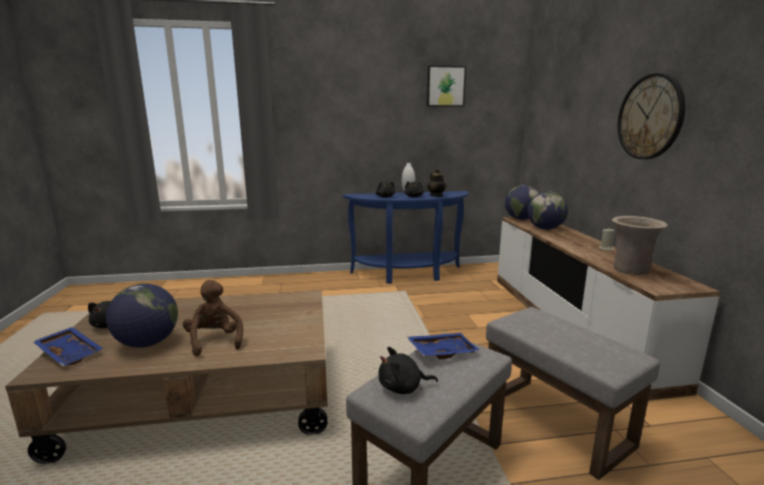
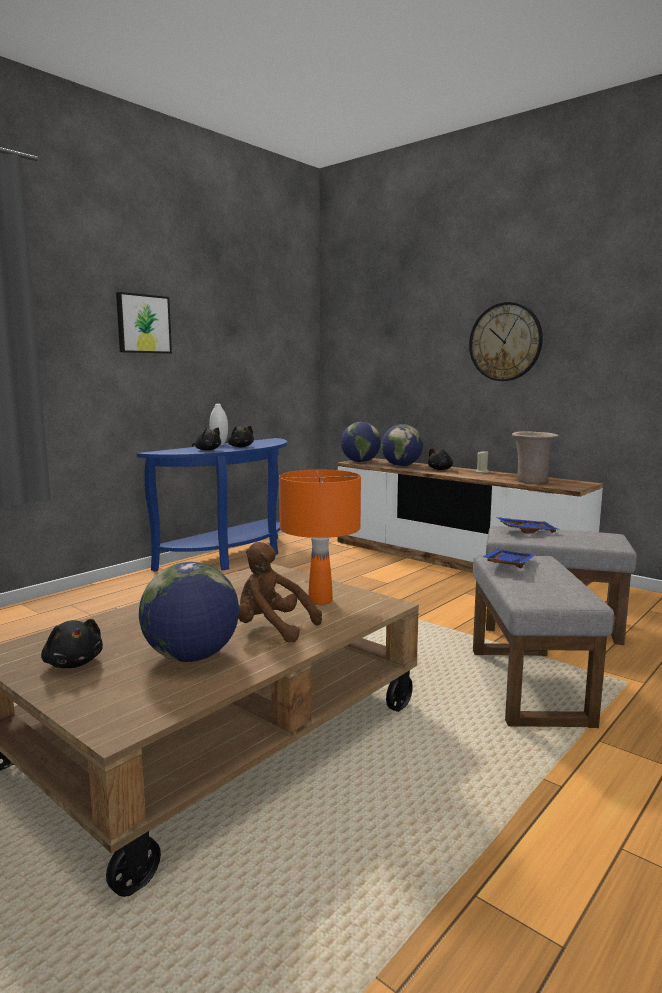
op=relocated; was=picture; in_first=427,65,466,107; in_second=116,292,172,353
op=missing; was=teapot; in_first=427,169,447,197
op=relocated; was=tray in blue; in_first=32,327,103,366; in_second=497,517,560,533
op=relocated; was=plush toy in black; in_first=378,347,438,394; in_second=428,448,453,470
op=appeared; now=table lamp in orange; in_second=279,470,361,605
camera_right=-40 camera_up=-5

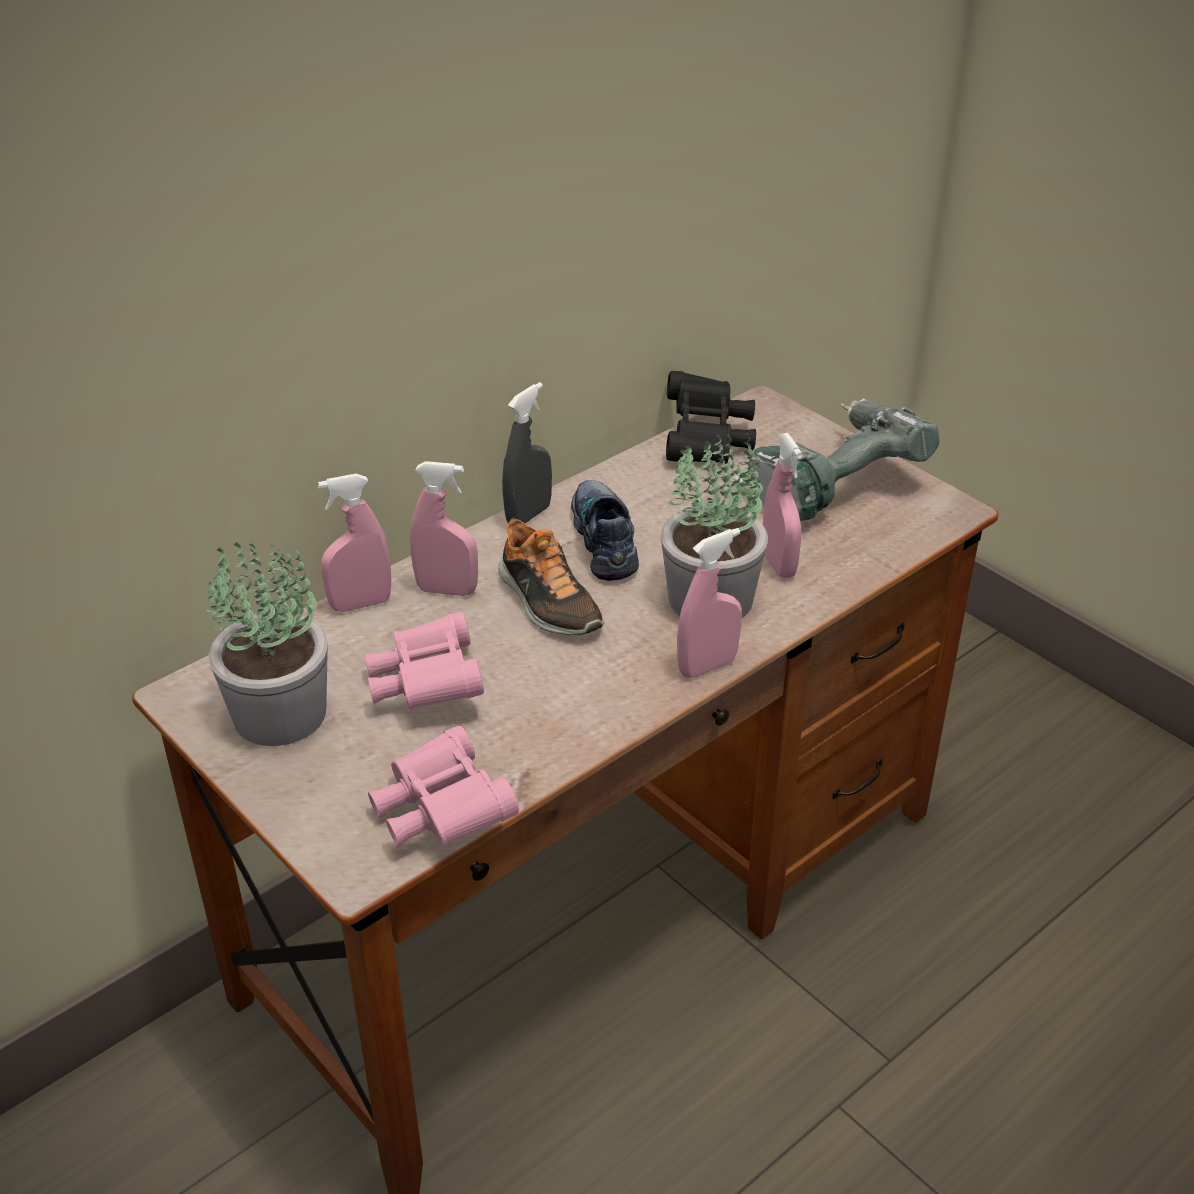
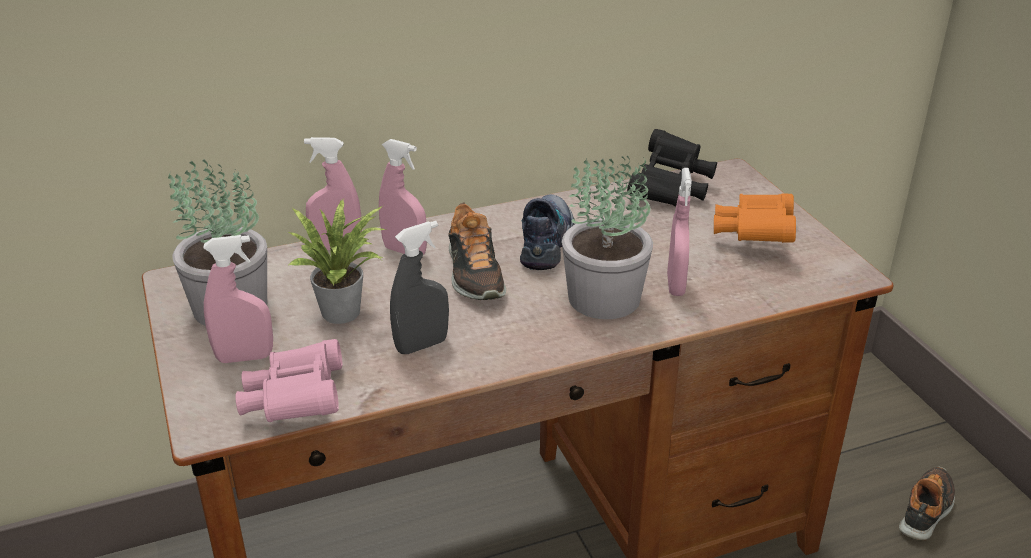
op=relocated; was=spray bottle in grey; in_first=502,382,552,523; in_second=390,221,449,354
op=exchanged; was=power drill; now=binoculars in orange; in_first=734,399,939,521; in_second=714,193,796,243
op=relocated; was=spray bottle in pink; in_first=677,528,742,678; in_second=204,235,273,363
op=exchanged; was=binoculars in pink; now=potted plant; in_first=365,612,484,709; in_second=288,199,386,324
op=appeared; now=shoe; in_second=899,466,955,540
camera_right=20 camera_up=-5

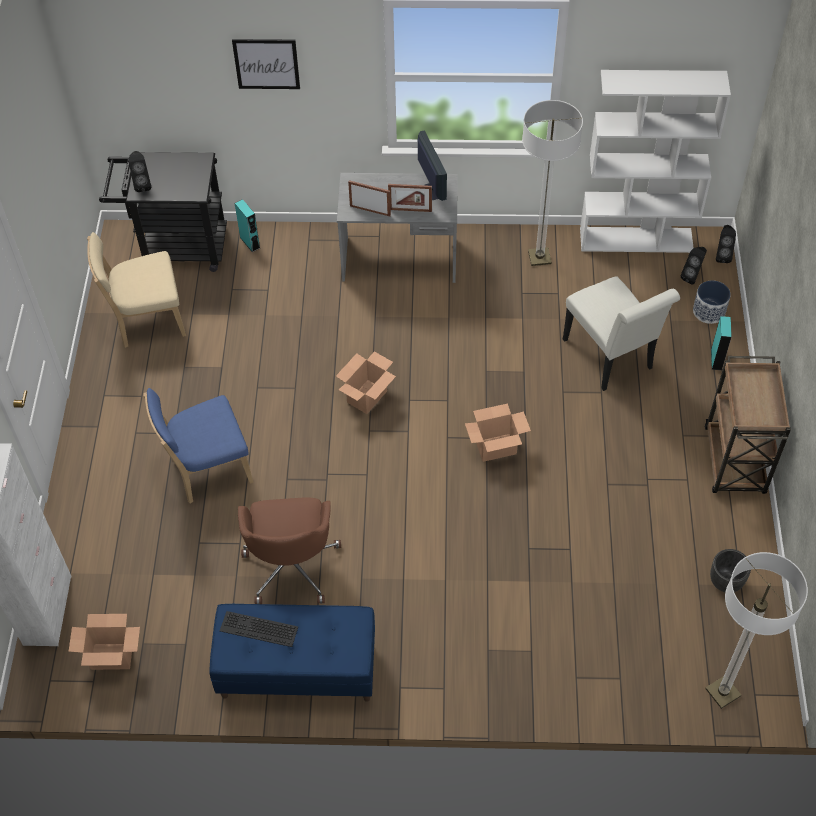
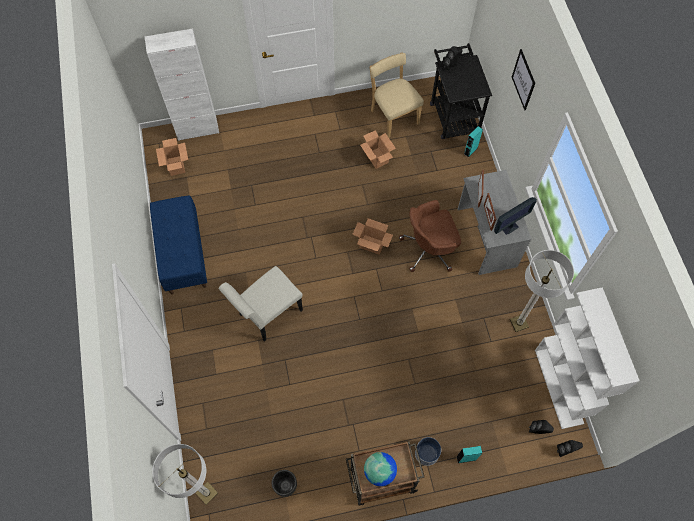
op=relocated; was=chair in white; in_first=563,277,680,391; in_second=219,266,303,342
op=relocated; was=planter; in_first=693,280,731,324; in_second=415,437,441,466
op=missing; was=chair in blue; in_first=143,388,253,504
op=relocated; was=cardboard box; in_first=465,403,531,462; in_second=360,130,396,169
op=relocated; was=office chair in brown; in_first=238,497,341,604; in_second=399,200,461,272
op=missing; was=keyboard; in_first=220,611,298,647
op=appeared; now=globe; in_second=364,452,397,486
camera_right=75 camera_up=10

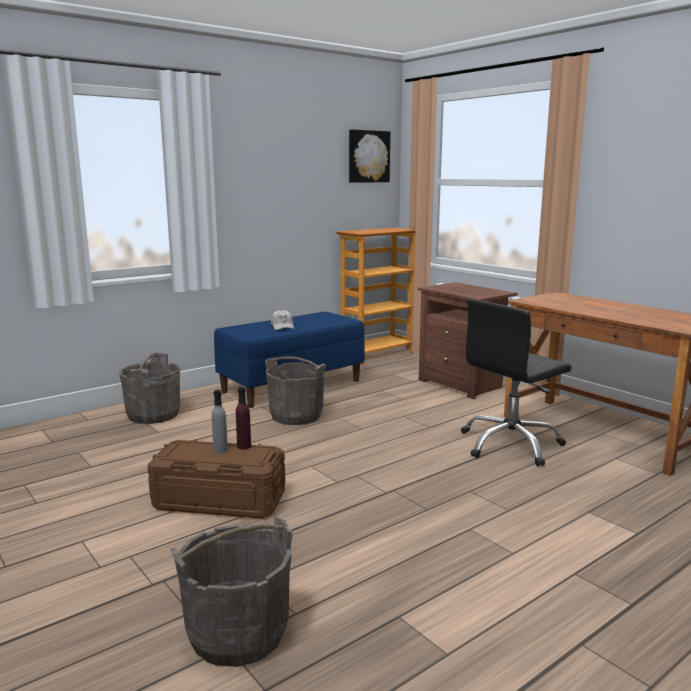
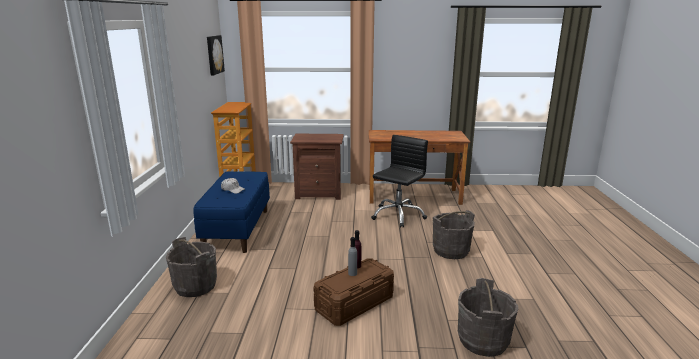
op=spun; was=office chair in black; in_first=461,299,571,466; in_second=371,135,428,228; clockwise=-150
op=relocated; was=bucket in grey; in_first=265,357,326,425; in_second=433,210,475,259
camera_right=-50 camera_up=5

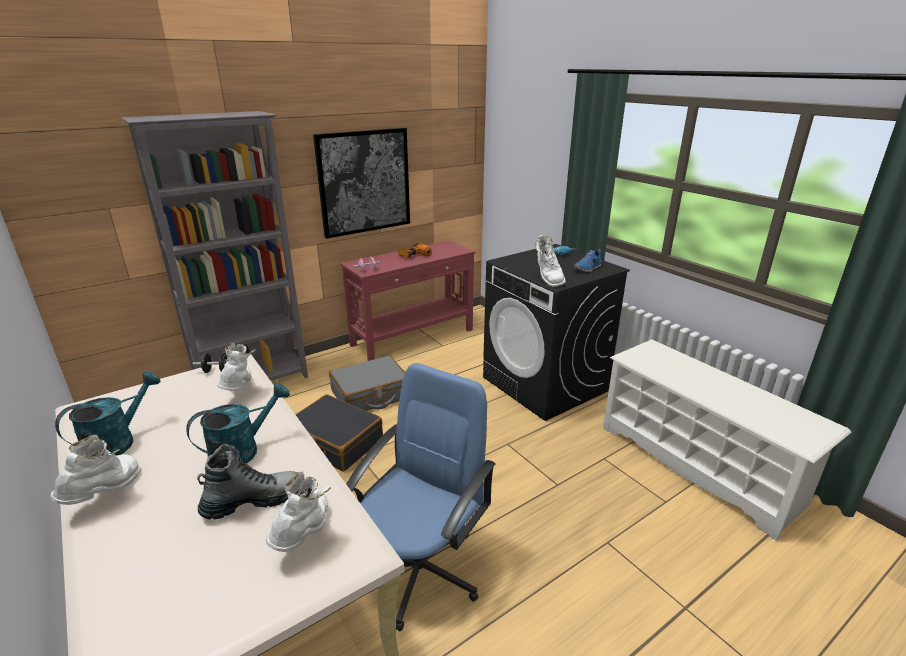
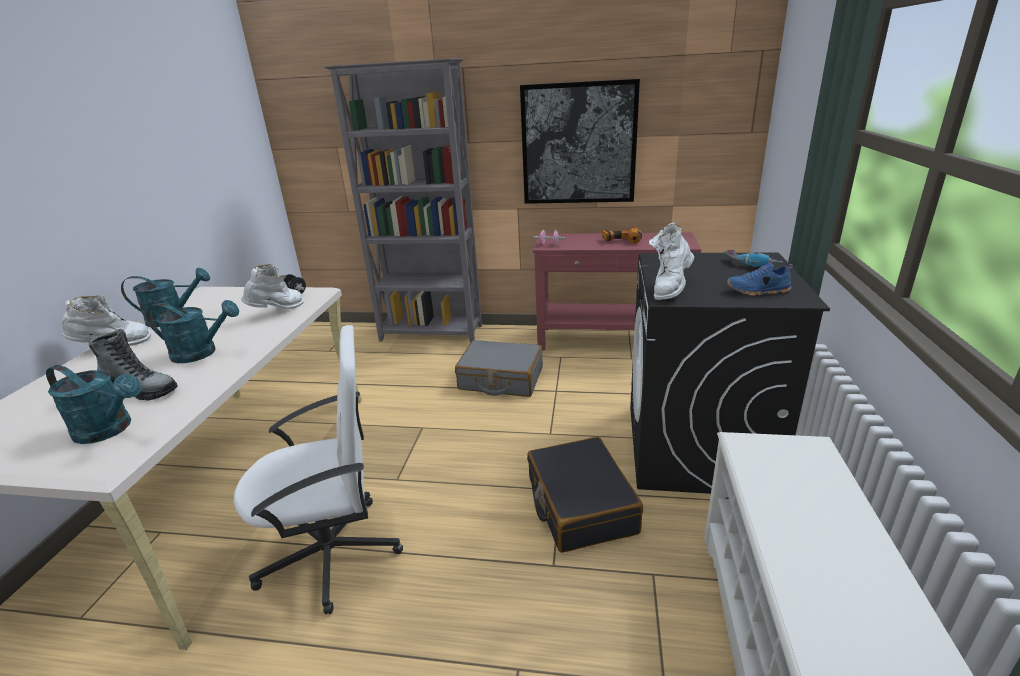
op=colour; was=office chair in blue; now=office chair in white; in_first=346,363,496,631; in_second=234,325,403,614
op=relocated; was=suitcase in black; in_first=296,394,383,471; in_second=527,437,643,553
op=exchanged; was=boot in white; now=watering can in turquoise; in_first=265,472,331,552; in_second=46,365,141,444
camera_right=45 camera_up=0

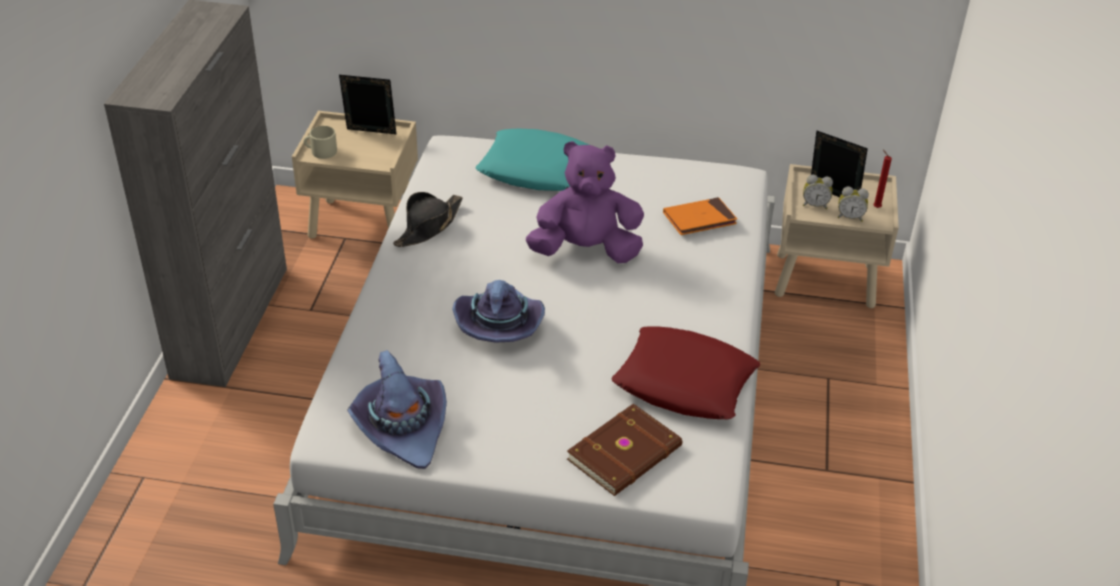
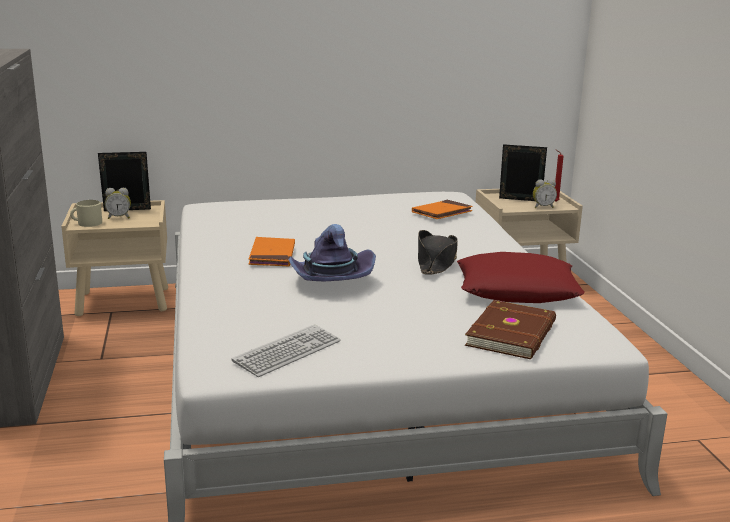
op=missing; was=pillow in turquoise; in_first=476,129,589,191
op=missing; was=plush toy in purple; in_first=526,141,644,263
op=relocated; was=alarm clock; in_first=803,175,833,210; in_second=105,188,131,219
op=relocated; was=hat in black; in_first=393,192,463,247; in_second=418,230,458,275
op=exchanged; was=hat in purple; now=keyboard; in_first=347,350,447,469; in_second=232,324,341,377
op=appeared; now=book in orange; in_second=248,237,295,267
camera_right=-20 camera_up=-20

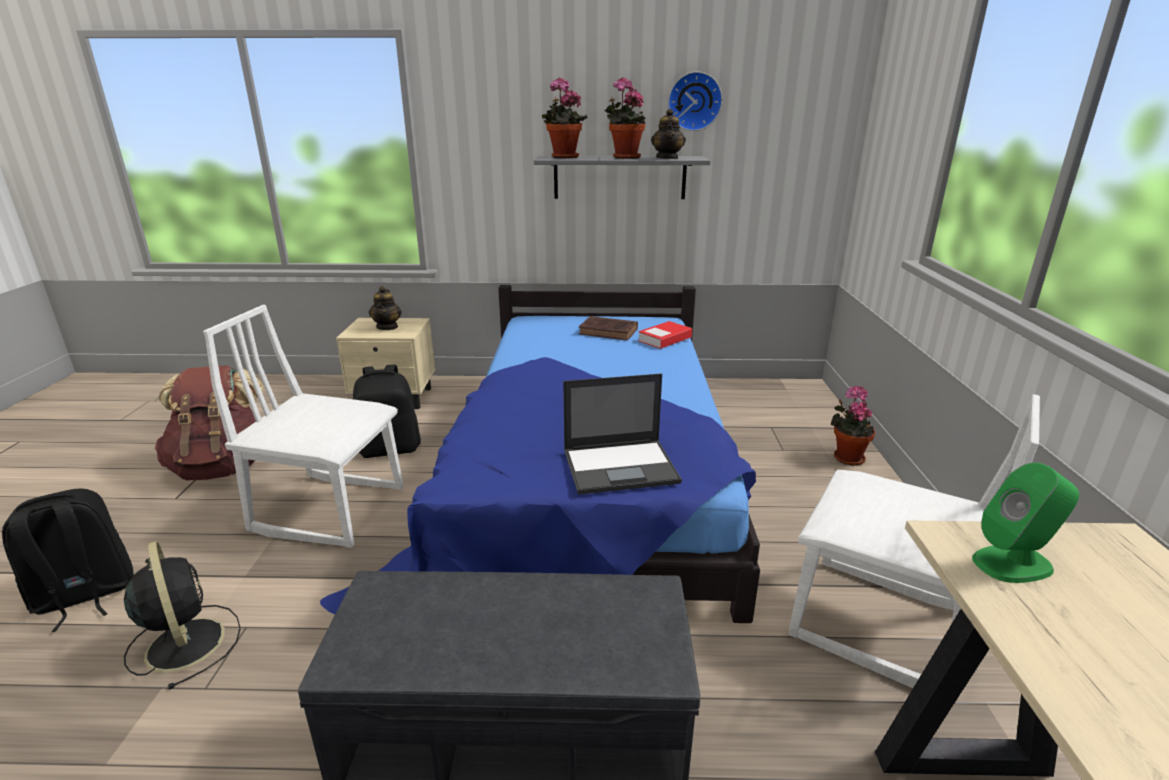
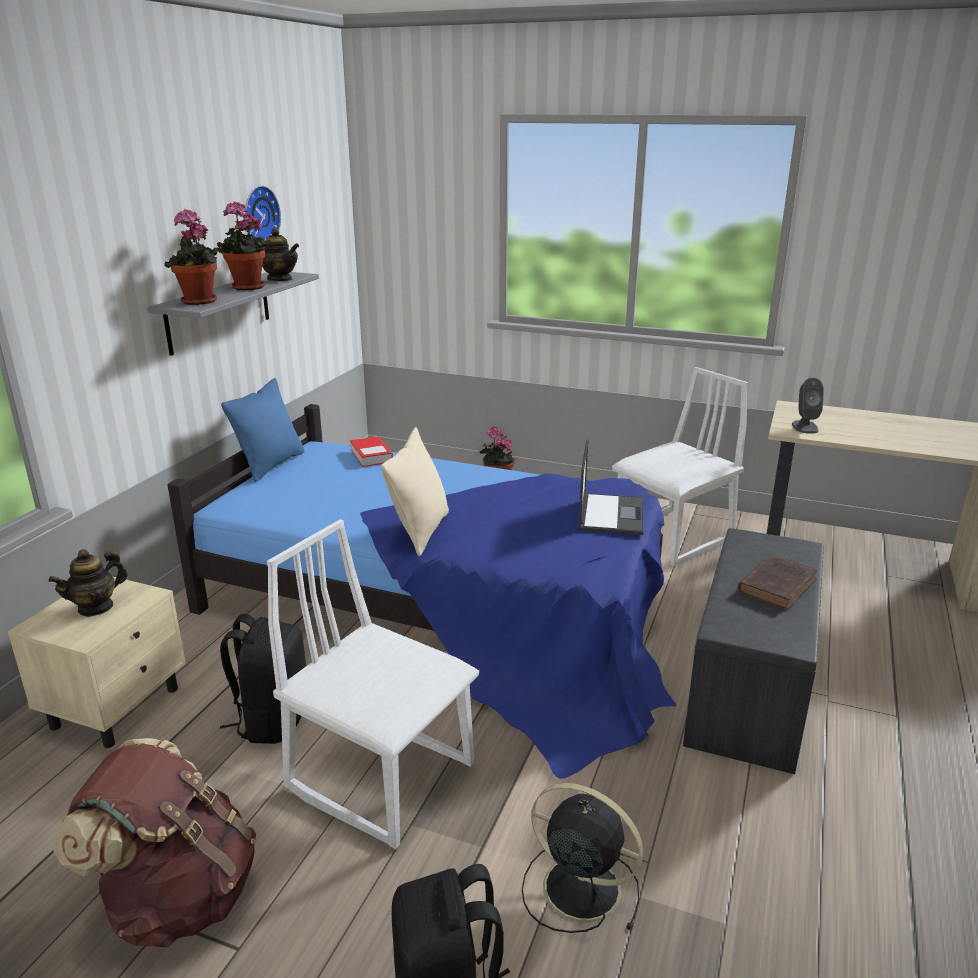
op=spun; was=teapot; in_first=369,286,402,330; in_second=49,549,128,617; clockwise=120
op=spun; was=chair in white; in_first=203,305,403,548; in_second=267,519,479,849; clockwise=90
op=relocated; was=book in brown; in_first=579,316,638,341; in_second=738,554,818,610
op=colour; was=speaker in green; now=speaker in grey; in_first=972,463,1079,583; in_second=792,378,824,434
op=spun; was=fan in black; in_first=124,541,241,690; in_second=522,783,643,933; clockwise=45
op=appeared; now=pillow in blue; in_second=221,378,305,482
op=appeared; now=pillow in beige; in_second=381,427,449,556
camera_right=-70 camera_up=0

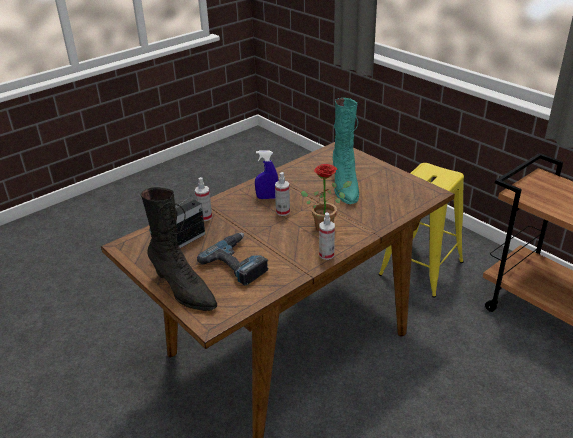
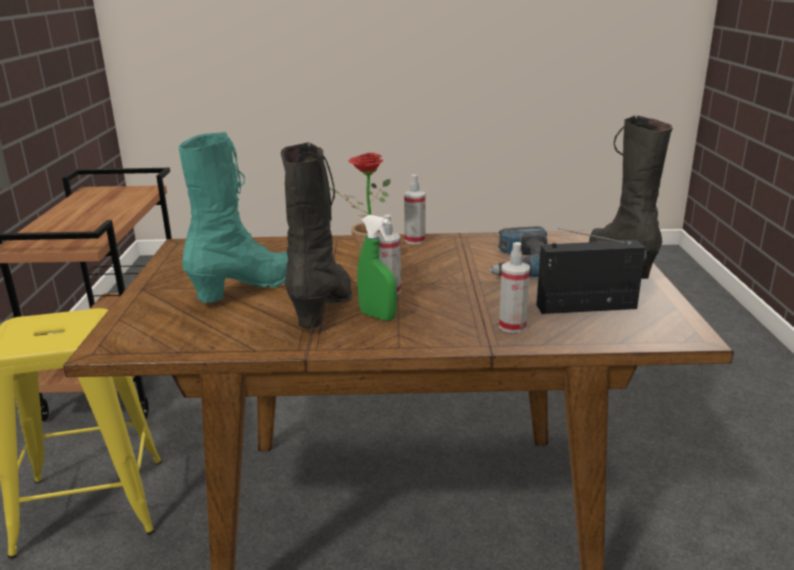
op=colour; was=spray bottle in blue; now=spray bottle in green; in_first=255,150,278,199; in_second=357,215,397,321
op=appeared; now=boot in black; in_second=281,142,352,328
camera_right=-140 camera_up=-10

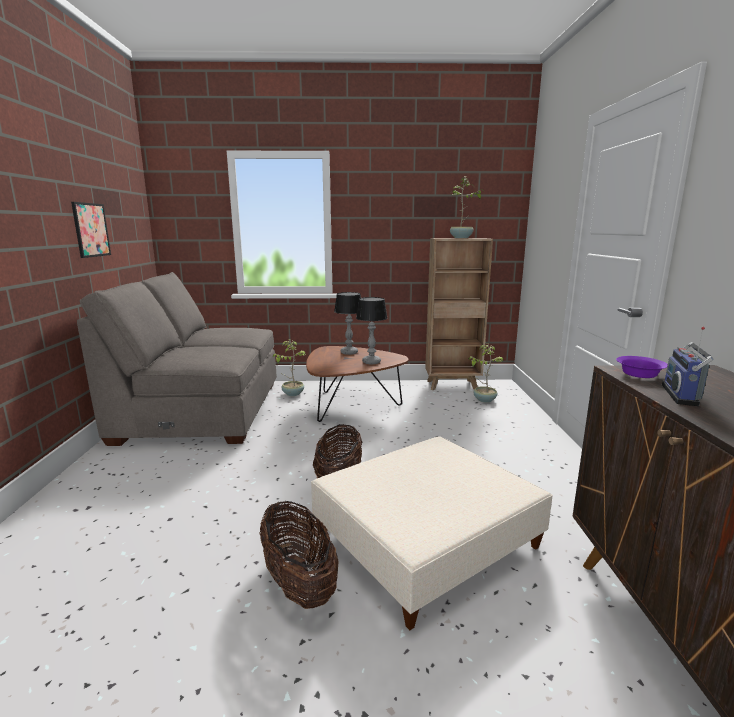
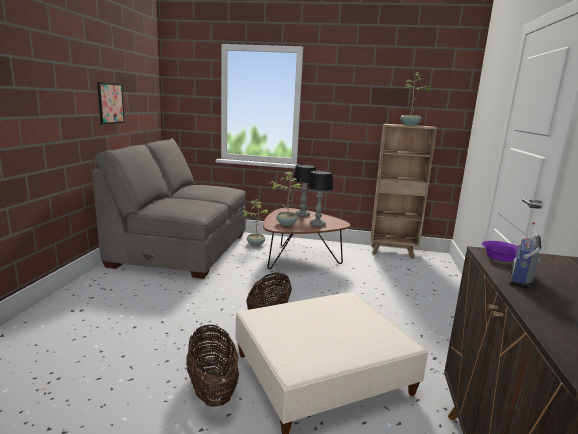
op=relocated; was=potted plant; in_first=468,344,503,403; in_second=270,172,301,226
camera_right=10 camera_up=0

